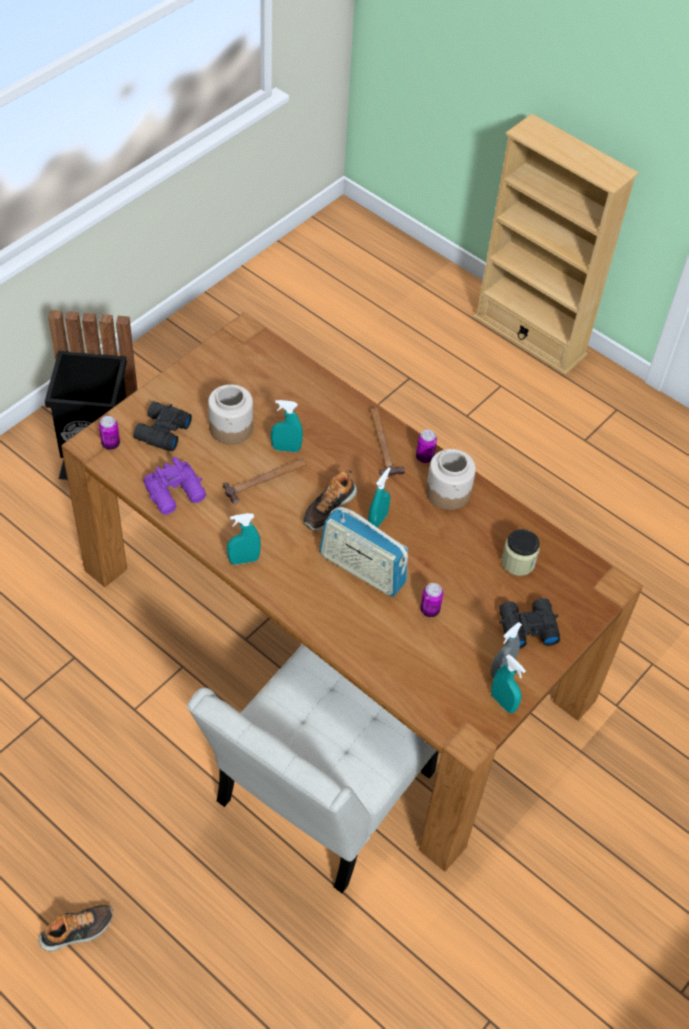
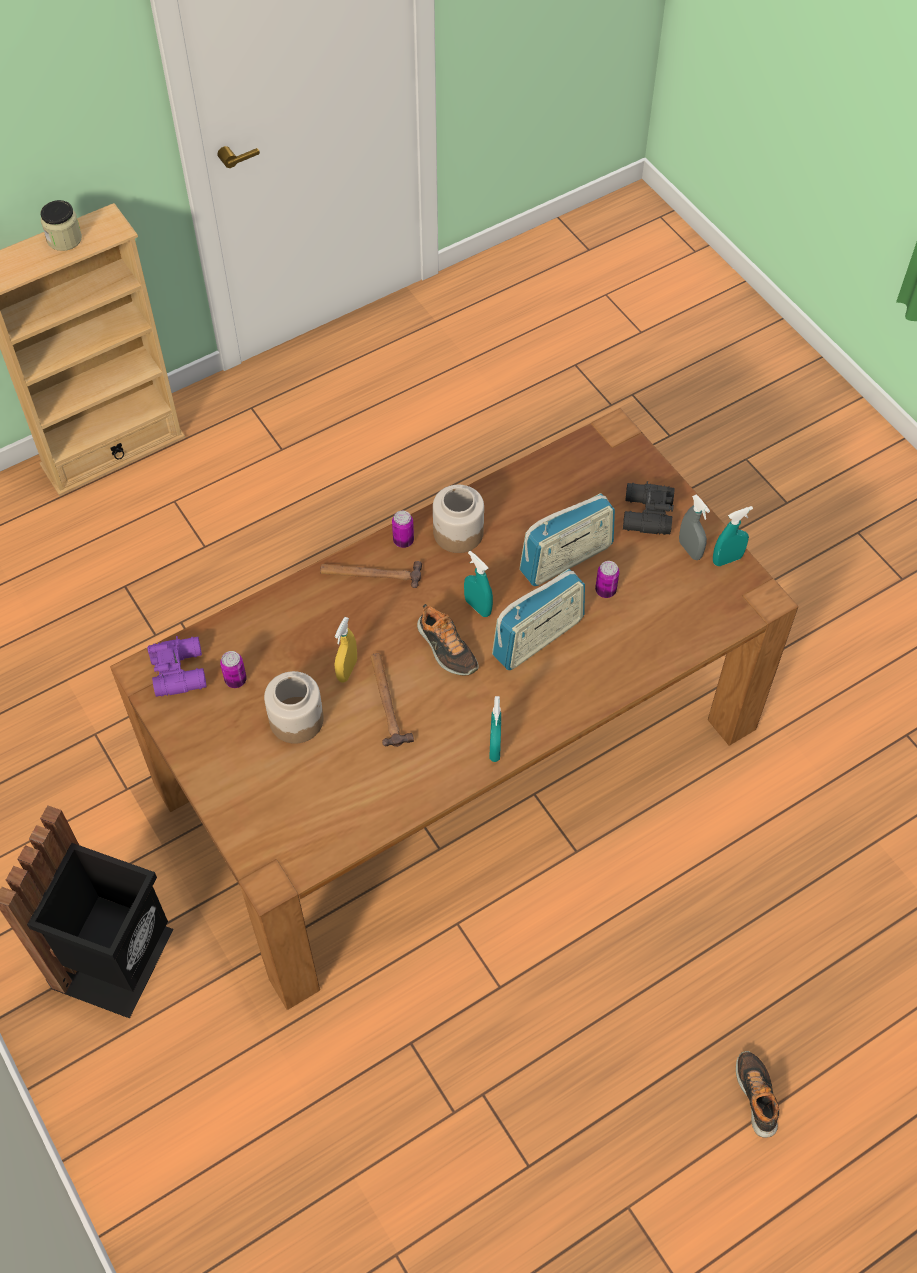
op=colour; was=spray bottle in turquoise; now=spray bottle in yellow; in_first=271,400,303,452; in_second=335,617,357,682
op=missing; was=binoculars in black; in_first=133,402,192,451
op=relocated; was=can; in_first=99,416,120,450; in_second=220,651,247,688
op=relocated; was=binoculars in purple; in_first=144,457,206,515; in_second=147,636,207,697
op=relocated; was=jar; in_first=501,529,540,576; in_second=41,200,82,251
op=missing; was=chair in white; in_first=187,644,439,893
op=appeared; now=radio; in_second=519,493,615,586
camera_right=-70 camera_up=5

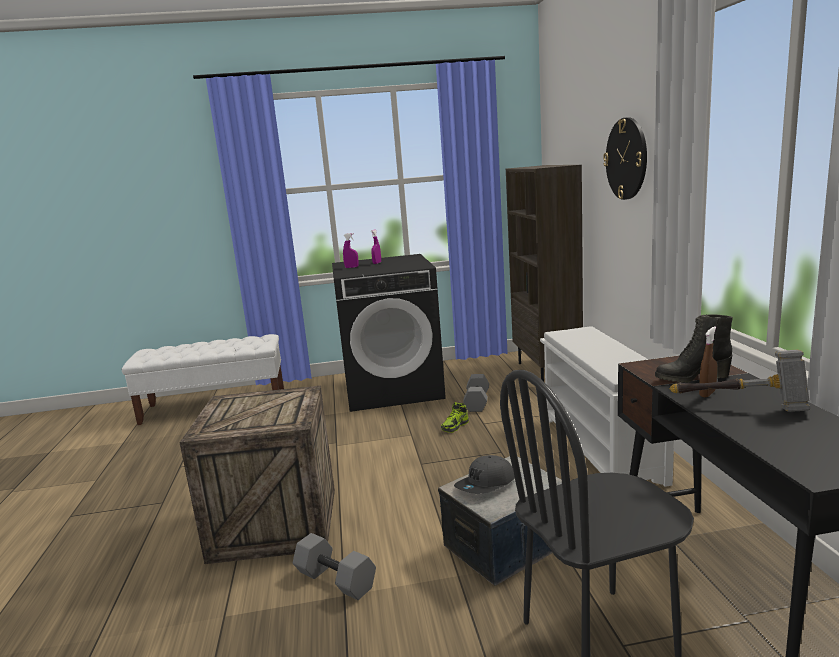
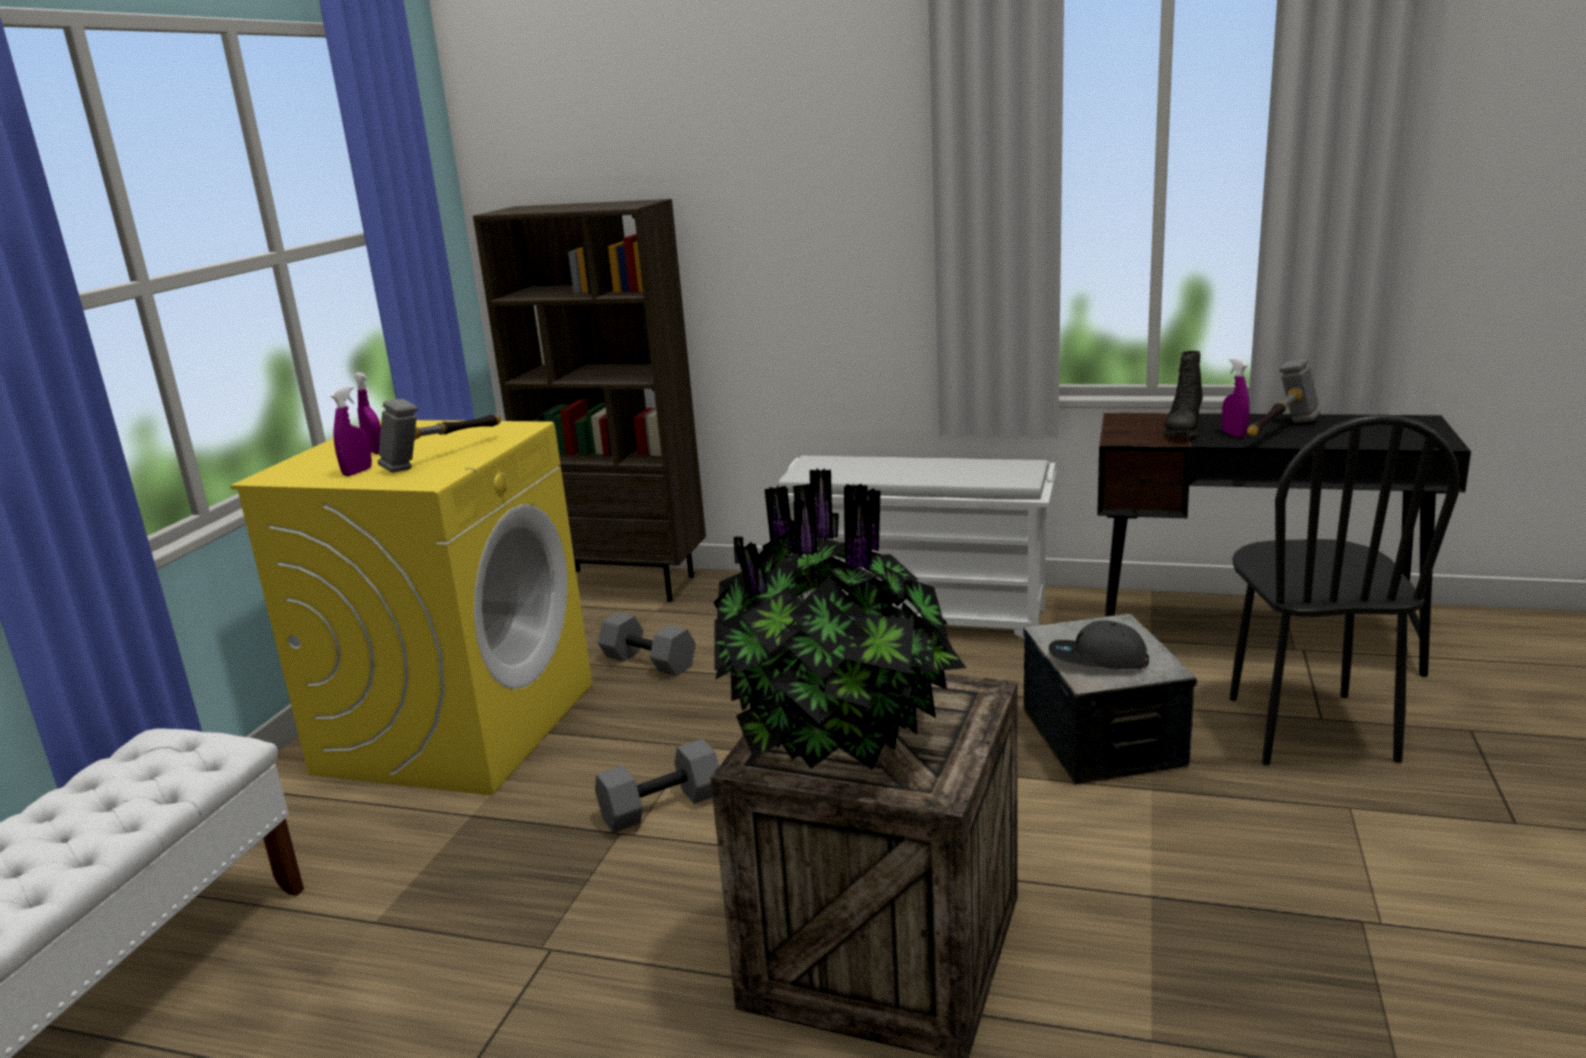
op=missing; was=wall clock; in_first=603,117,647,200
op=colour; was=washing machine in black; now=washing machine in yellow; in_first=332,254,446,412; in_second=230,420,592,795
op=colour; was=spray bottle in brown; now=spray bottle in purple; in_first=699,326,717,397; in_second=1222,358,1250,438
op=missing; was=shoe; in_first=441,402,469,433
op=spun; was=cap in grey; in_first=454,455,515,494; in_second=1049,620,1149,669; clockwise=120
op=relocated; was=dumbbell in grey; in_first=293,533,376,600; in_second=595,739,719,833
op=appeared; now=hammer; in_second=378,399,501,473
op=appeared; now=potted plant; in_second=713,468,966,770
camera_right=-65 camera_up=5

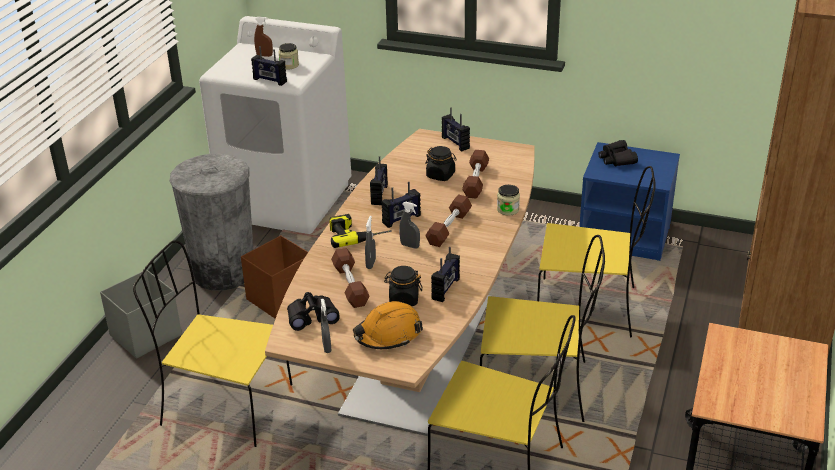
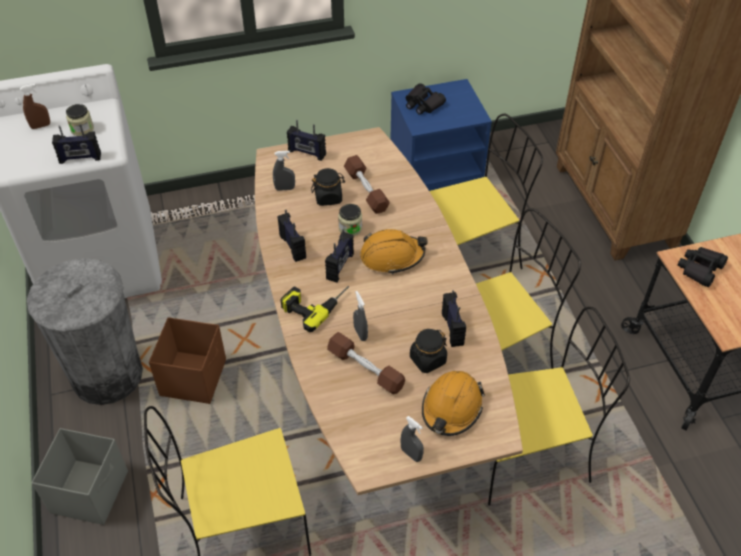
op=relocated; was=jar; in_first=497,185,520,216; in_second=338,204,362,236
op=exchanged; was=dumbbell in brown; now=hard hat in orange; in_first=425,195,472,247; in_second=360,229,428,274
op=relocated; was=spray bottle in grey; in_first=399,202,420,249; in_second=273,151,295,191
op=relocated; was=binoculars in black; in_first=287,292,340,331; in_second=678,247,728,287
camera_right=-35 camera_up=15

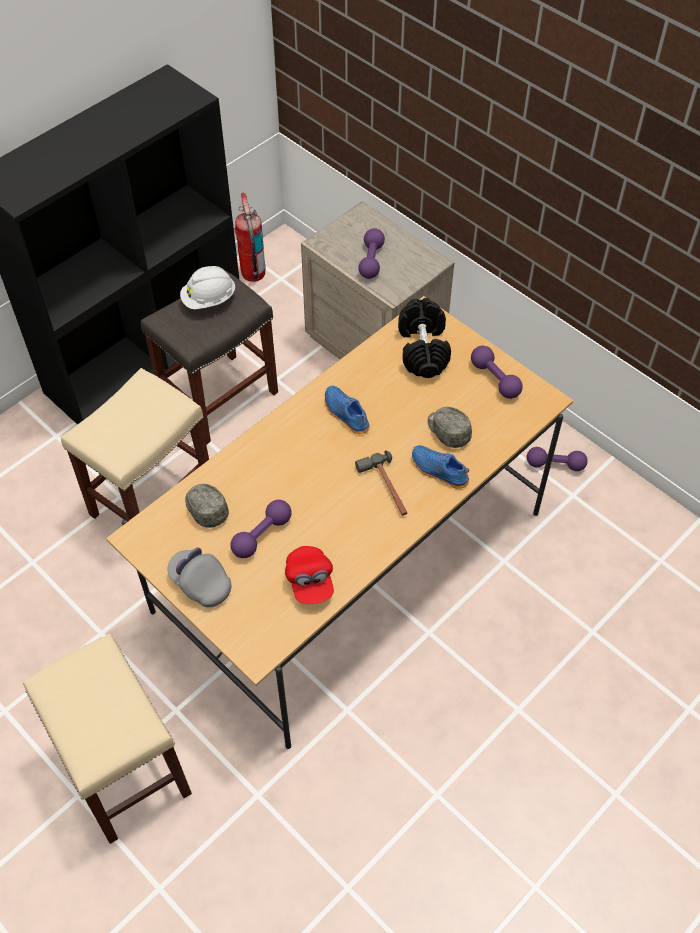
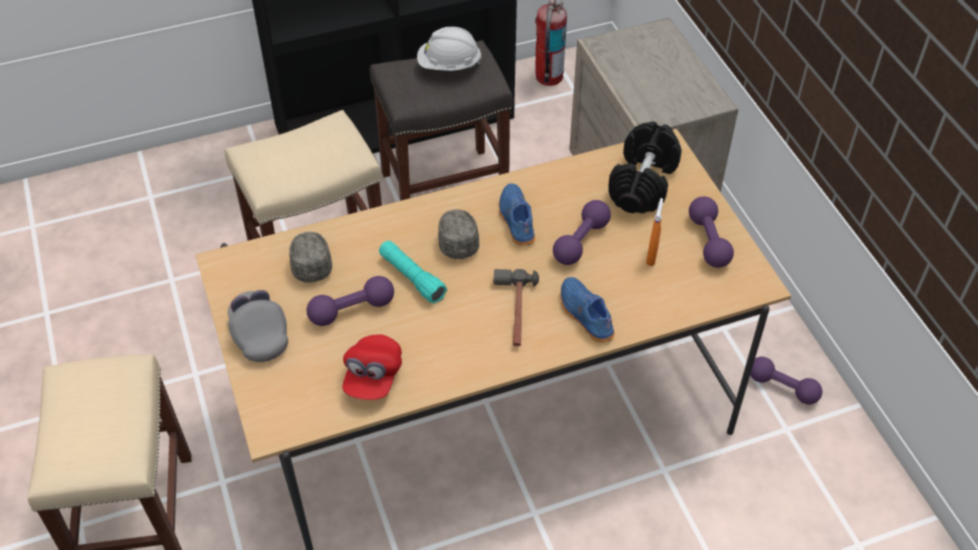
op=relocated; was=dumbbell in purple; in_first=358,228,385,279; in_second=553,200,611,265
op=relocated; was=cap in grey; in_first=428,407,472,448; in_second=438,209,479,259
op=appeared; now=spray bottle in orange; in_second=646,198,663,266
op=appeared; now=flashlight in turquoise; in_second=379,241,447,304
camera_right=25 camera_up=-5

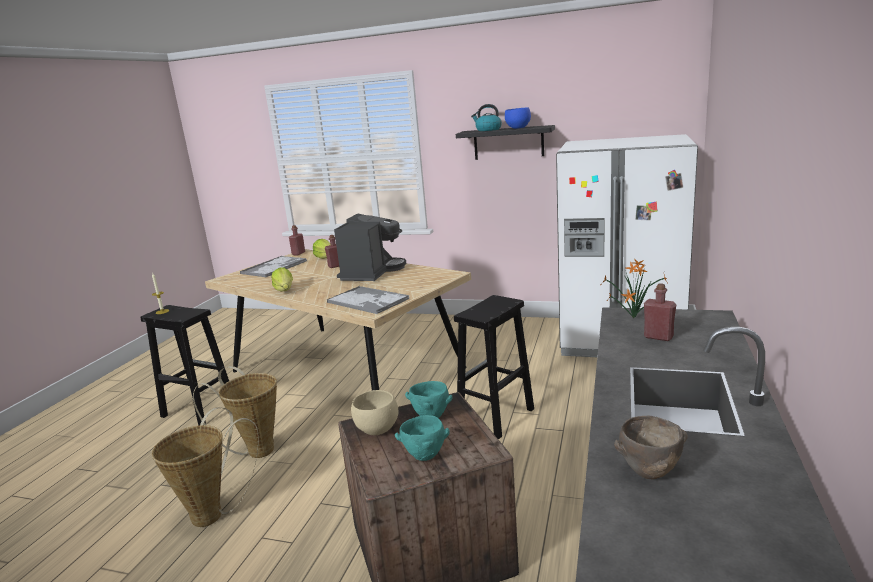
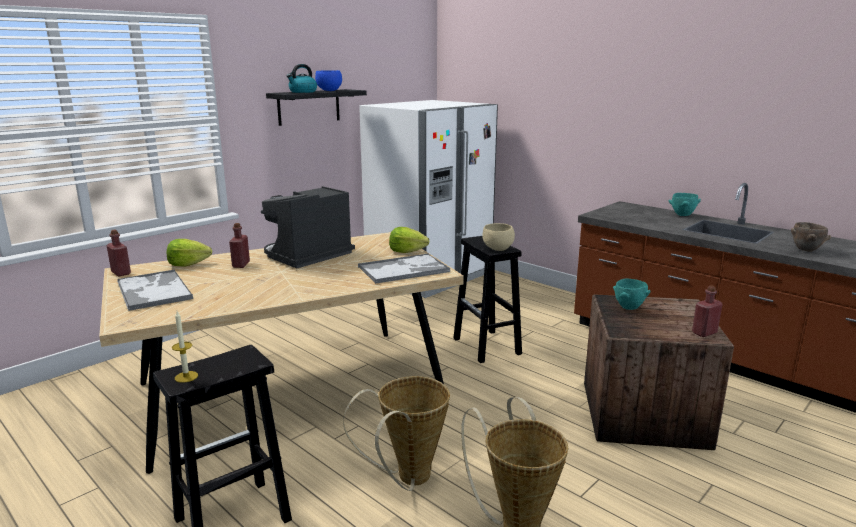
op=spun; was=coffee machine; in_first=334,214,406,281; in_second=261,186,355,268; clockwise=-90
op=missing; was=potted plant; in_first=601,258,669,318
op=relocated; was=lettuce; in_first=271,268,293,292; in_second=389,227,430,253
op=relocated; was=bottle in red; in_first=644,283,676,341; in_second=692,286,723,337
op=relocated; was=bowl in beige; in_first=351,390,399,435; in_second=482,223,515,251
op=relocated; was=bowl in turquoise; in_first=395,415,450,461; in_second=669,193,701,216
camera_right=-65 camera_up=0

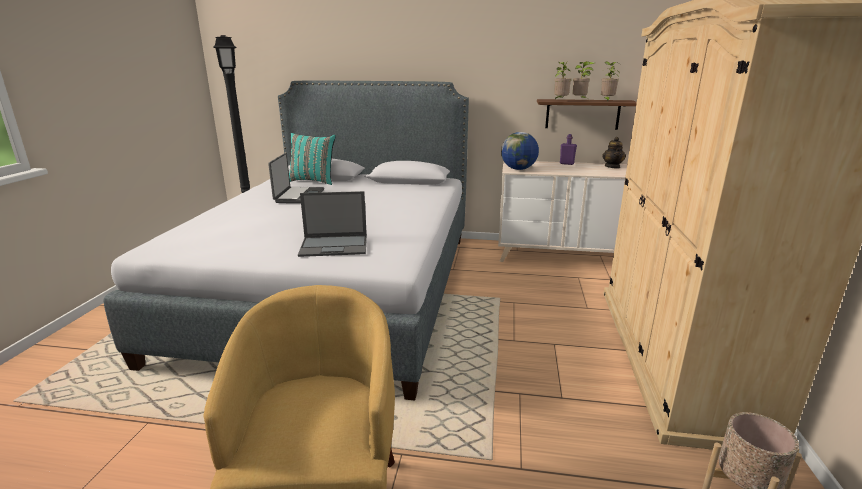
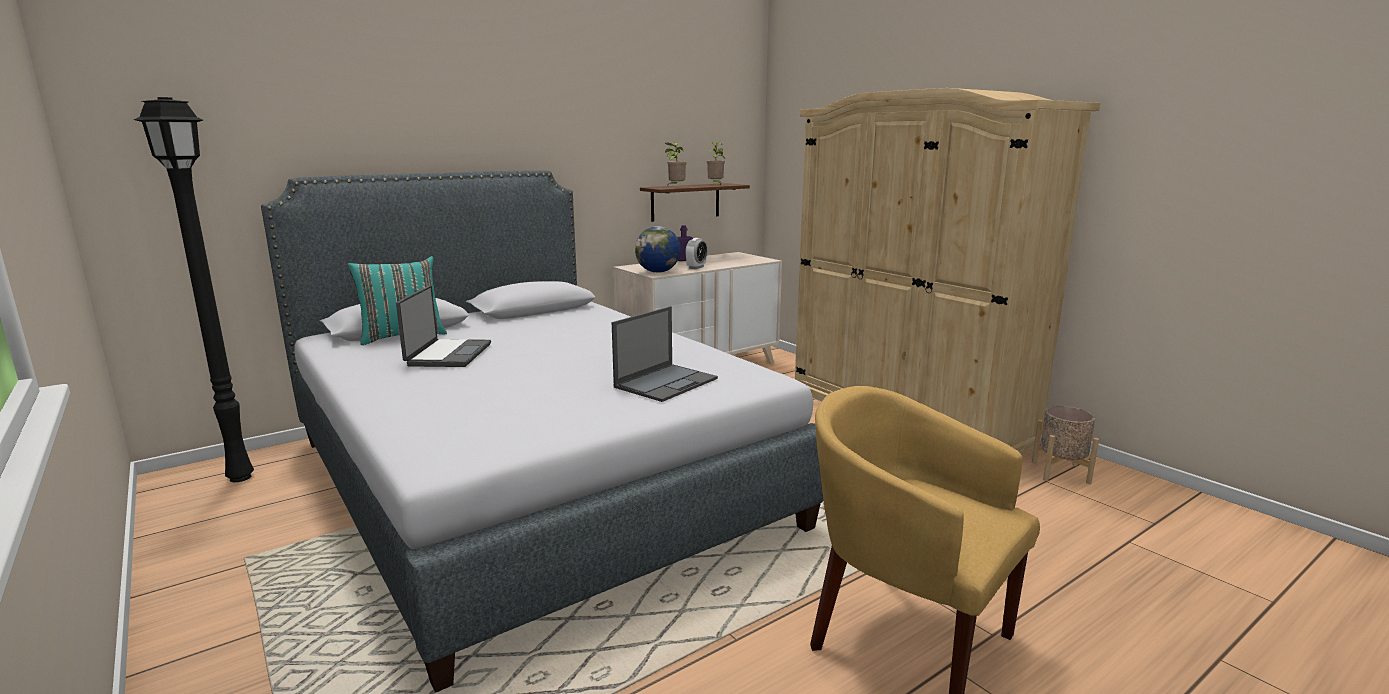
op=missing; was=potted plant; in_first=573,61,595,98
op=missing; was=teapot; in_first=602,137,626,169
op=spun; was=laptop; in_first=268,153,324,203; in_second=396,286,491,367; clockwise=45
op=appeared; now=alarm clock; in_second=685,238,707,269
camera_right=-45 camera_up=-5

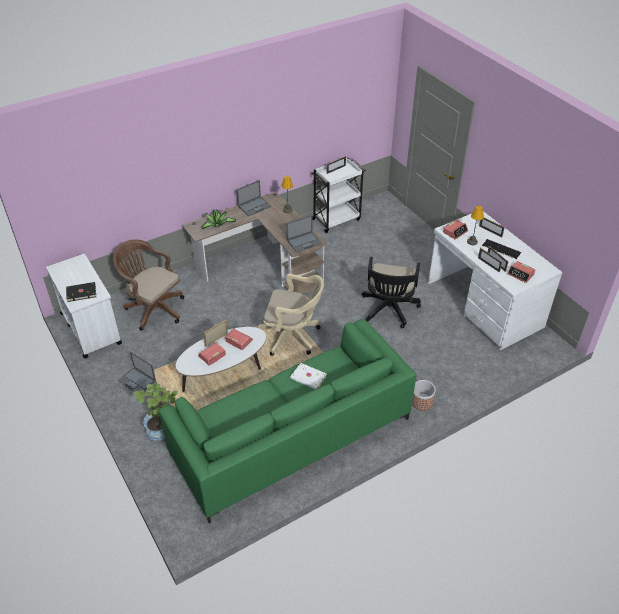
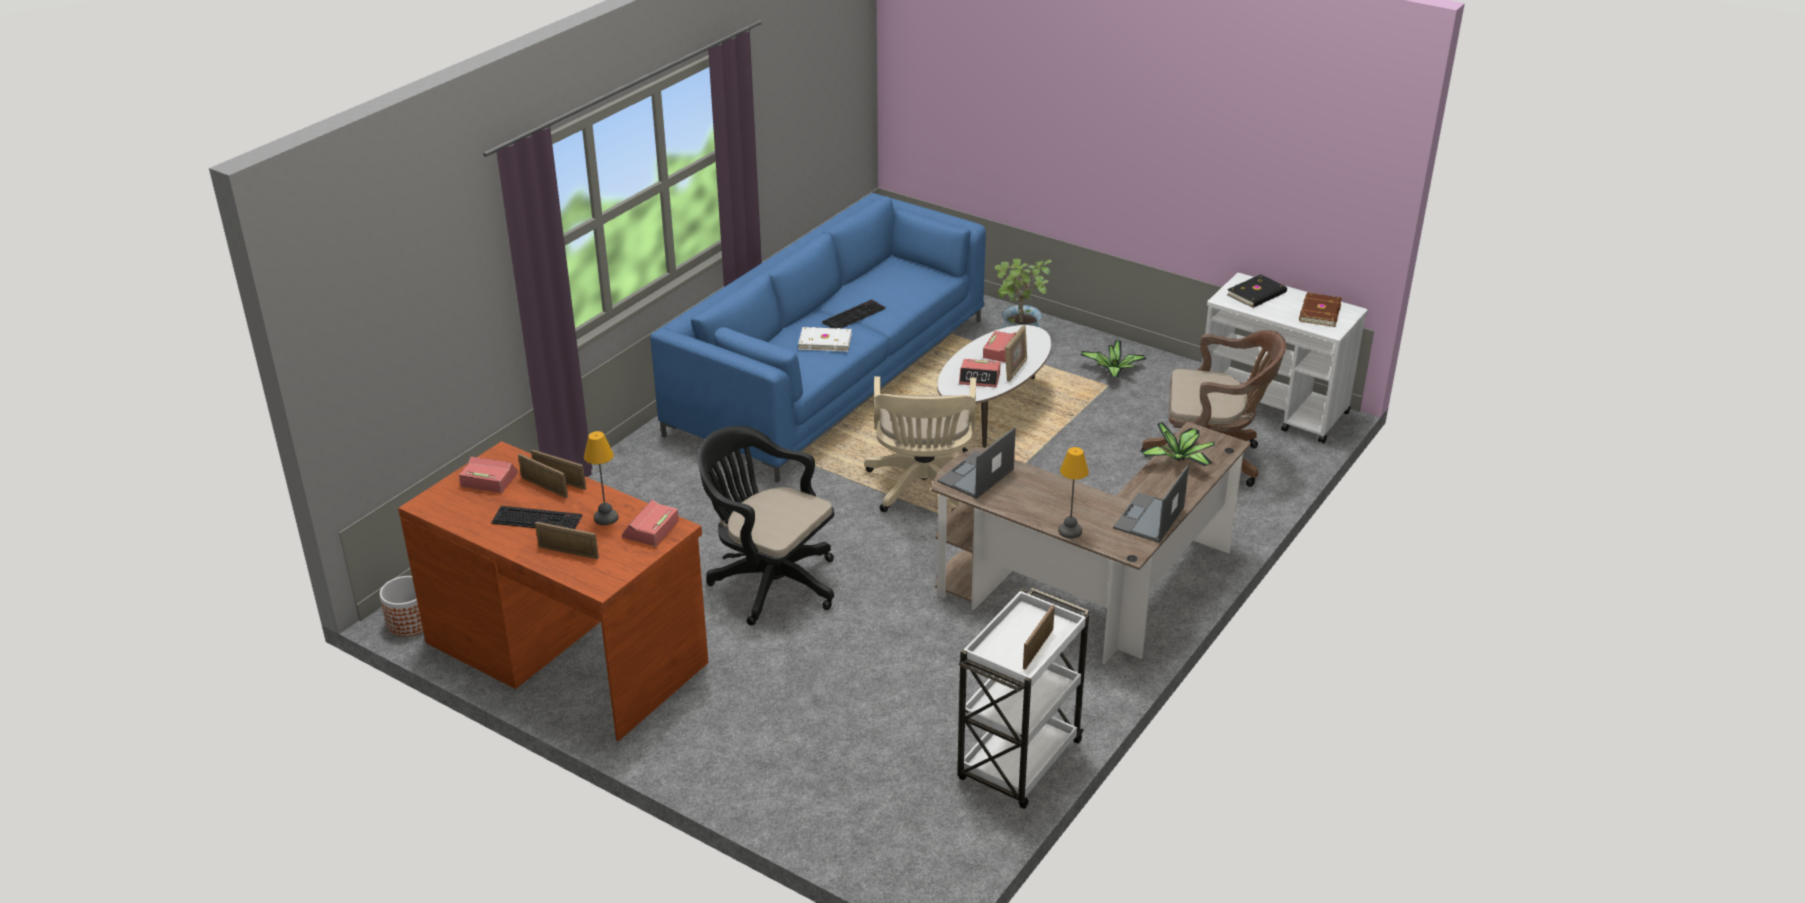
op=colour; was=desk in white; now=desk in brown; in_first=428,211,563,350; in_second=398,441,709,741
op=spun; was=office chair in black; in_first=362,257,421,328; in_second=698,426,834,626; clockwise=-45
op=spun; was=office chair in beige; in_first=258,274,324,356; in_second=864,376,976,512; clockwise=-75
op=colour; was=sofa in green; now=sofa in blue; in_first=159,319,417,523; in_second=650,193,986,483
op=exchanged; was=laptop; now=potted plant; in_first=118,352,156,392; in_second=1080,340,1146,378
op=relocated; was=planter; in_first=412,380,436,411; in_second=379,576,423,637
op=appeared; now=book in brown; in_second=1299,292,1342,327
op=appeared; now=keyboard; in_second=822,299,886,329
camera_right=155 camera_up=-10

